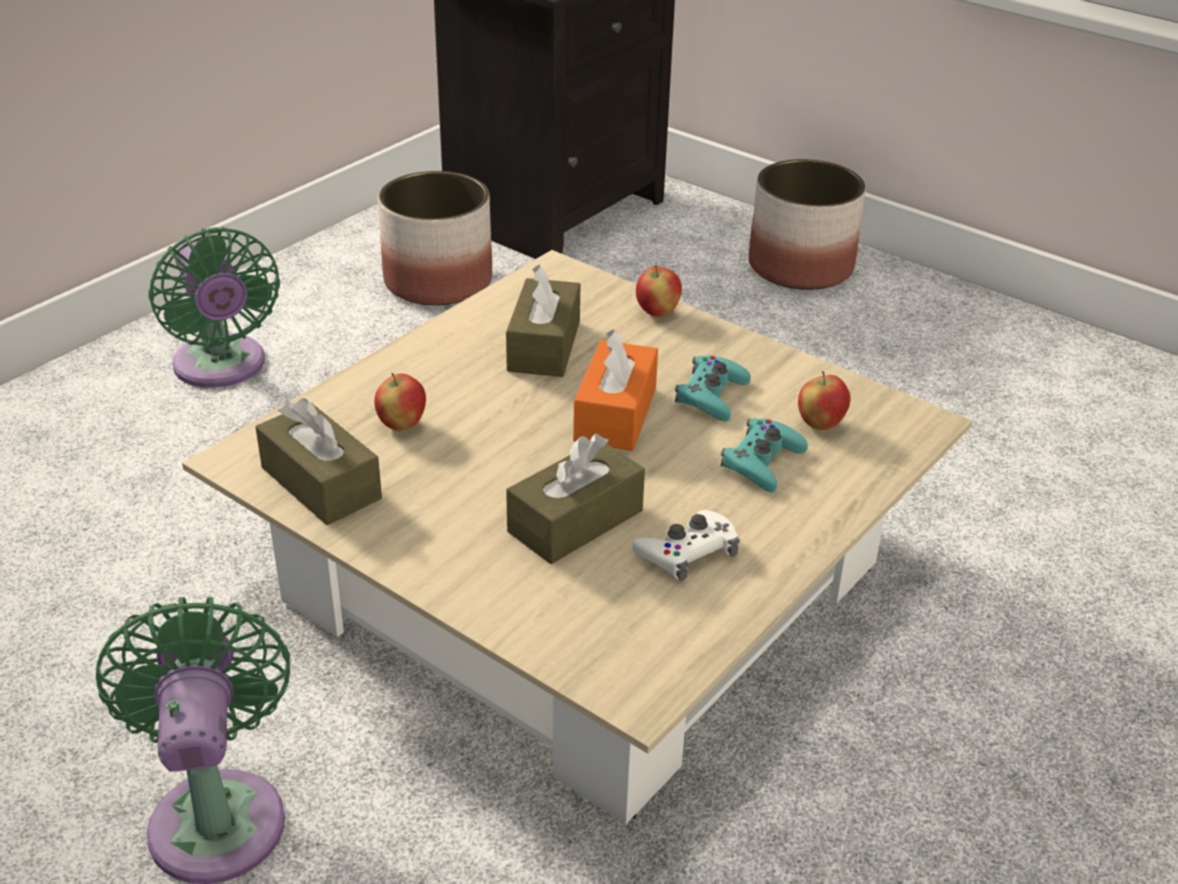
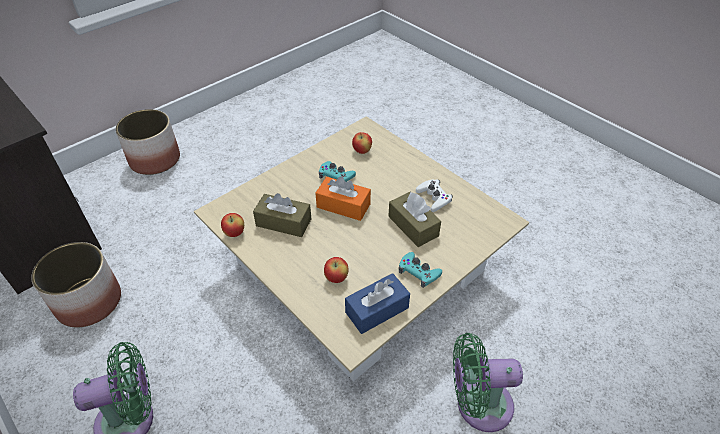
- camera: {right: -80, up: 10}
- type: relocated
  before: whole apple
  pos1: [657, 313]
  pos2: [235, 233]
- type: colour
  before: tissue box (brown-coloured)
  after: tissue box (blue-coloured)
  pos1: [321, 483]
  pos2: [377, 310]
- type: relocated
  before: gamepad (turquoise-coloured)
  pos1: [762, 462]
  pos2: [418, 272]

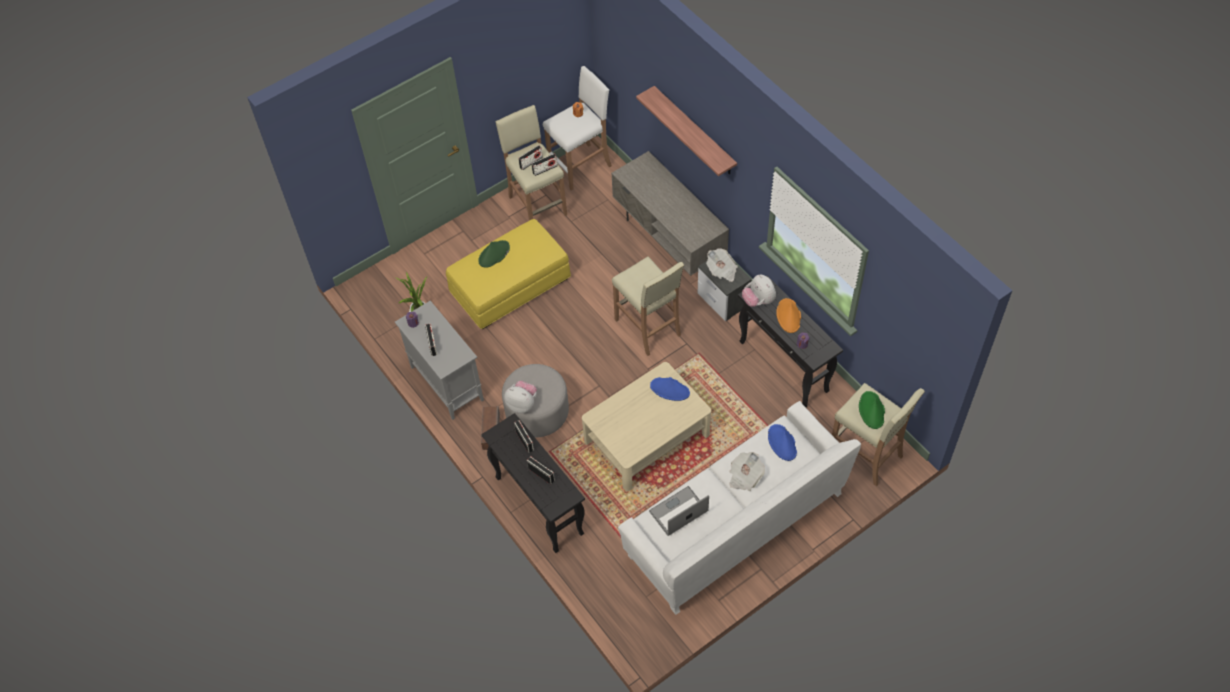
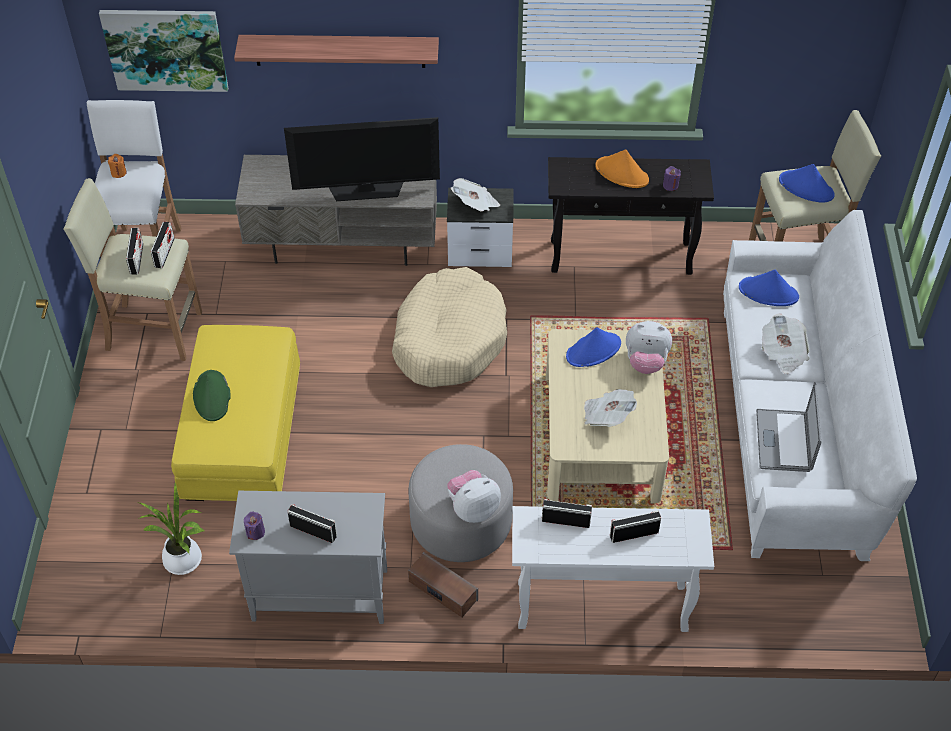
- camera: {right: -55, up: -5}
- type: exchanged
  before: stool (beige-coloured)
  after: pet bed (beige-coloured)
  pos1: [648, 328]
  pos2: [449, 339]
- type: relocated
  before: soft toy
  pos1: [758, 300]
  pos2: [646, 362]
- type: colour
  before: clothing hat (greenish)
  after: clothing hat (blue-coloured)
  pos1: [871, 410]
  pos2: [806, 187]
- type: colour
  before: hall table (blackish)
  after: hall table (white-coloured)
  pos1: [538, 505]
  pos2: [600, 607]
- type: appeared
  after: wall picture
  pos2: [165, 49]
- type: appeared
  after: TV
  pos2: [366, 189]
- type: appeared
  after: daily paper
  pos2: [607, 416]

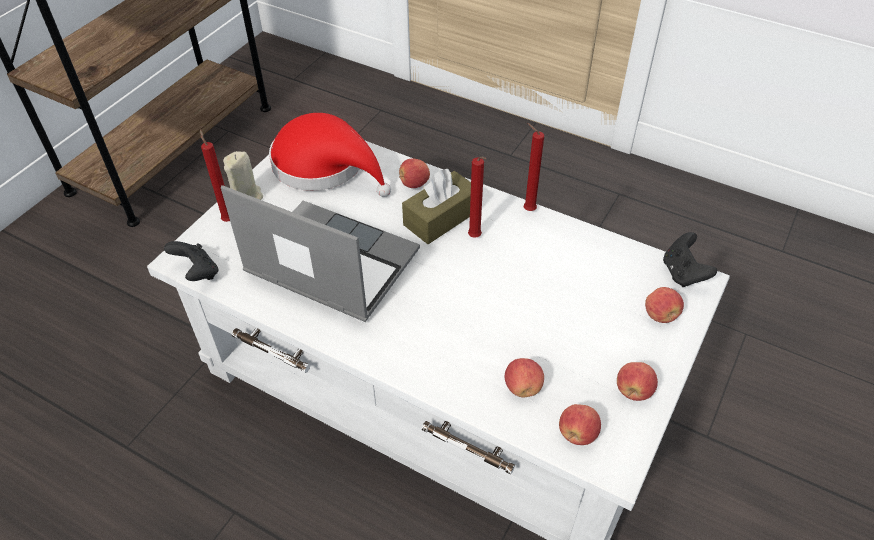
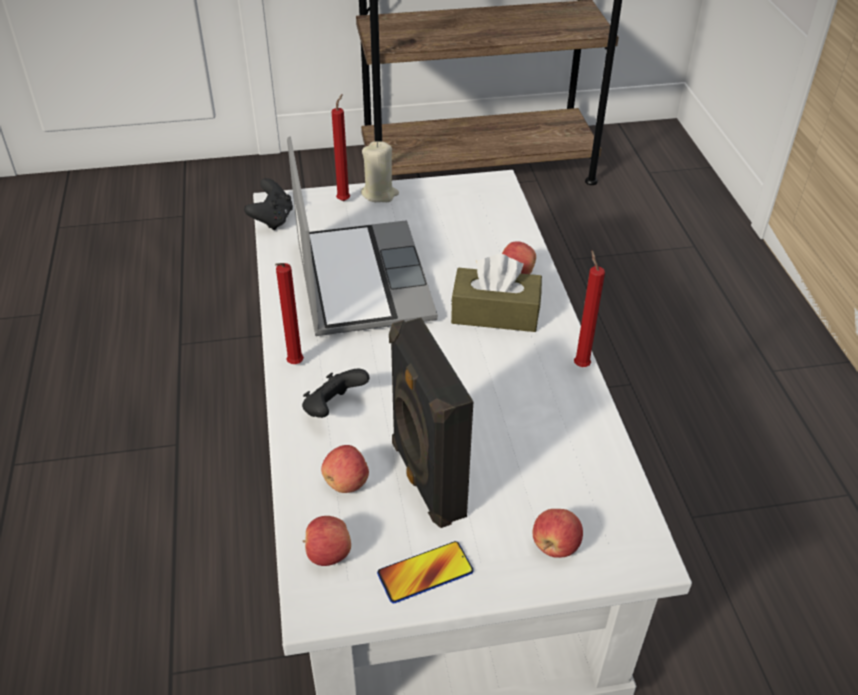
- camera: {right: 50, up: -5}
- type: missing
  before: clothing hat (red-coloured)
  pos1: [325, 166]
- type: relocated
  before: wax light (red-coloured)
  pos1: [475, 238]
  pos2: [294, 365]
- type: relocated
  before: gamepad (blackish)
  pos1: [683, 273]
  pos2: [333, 408]
- type: exchanged
  before: whole apple
  after: handset
  pos1: [633, 391]
  pos2: [425, 573]
- type: appeared
  after: loudspeaker (blackish)
  pos2: [425, 480]

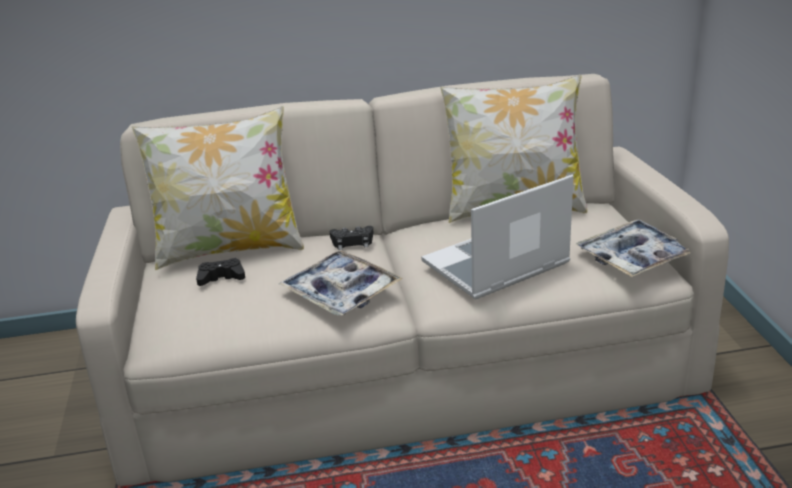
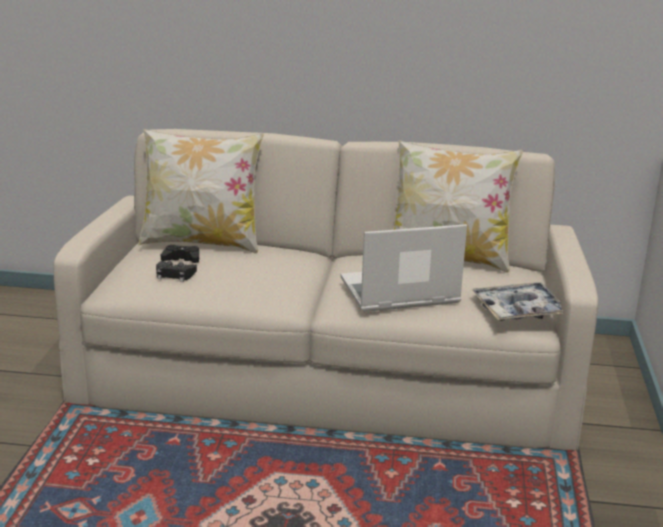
- camera: {right: 15, up: -5}
- type: relocated
  before: gamepad (blackish)
  pos1: [352, 242]
  pos2: [174, 275]
- type: missing
  before: serving tray
  pos1: [341, 292]

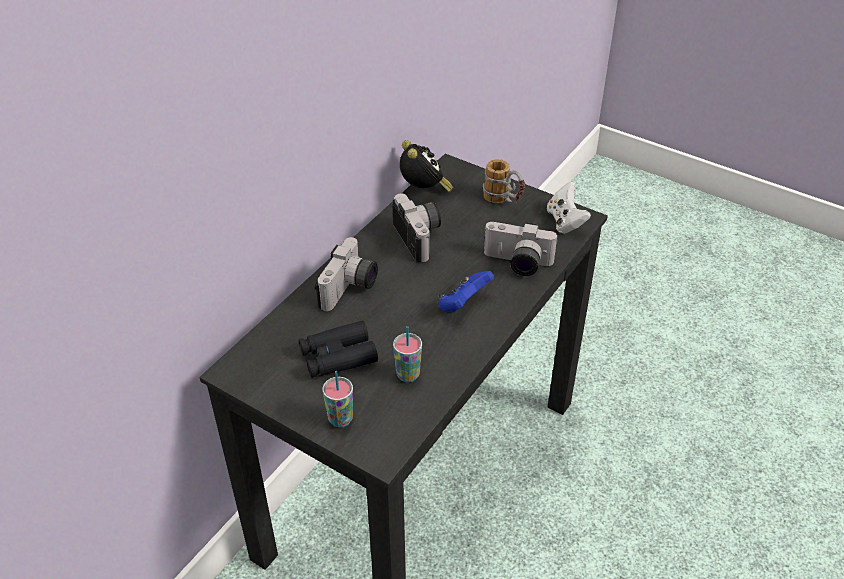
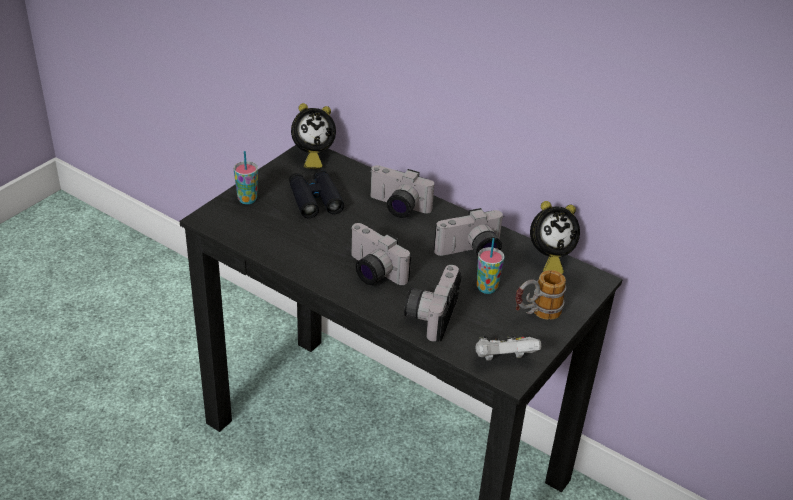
- camera: {right: 90, up: -5}
- type: exchanged
  before: gamepad (blue-coloured)
  after: photo camera
  pos1: [463, 304]
  pos2: [372, 272]
- type: relocated
  before: drinking cup
  pos1: [408, 375]
  pos2: [486, 288]
- type: appeared
  after: alarm clock
  pos2: [312, 156]

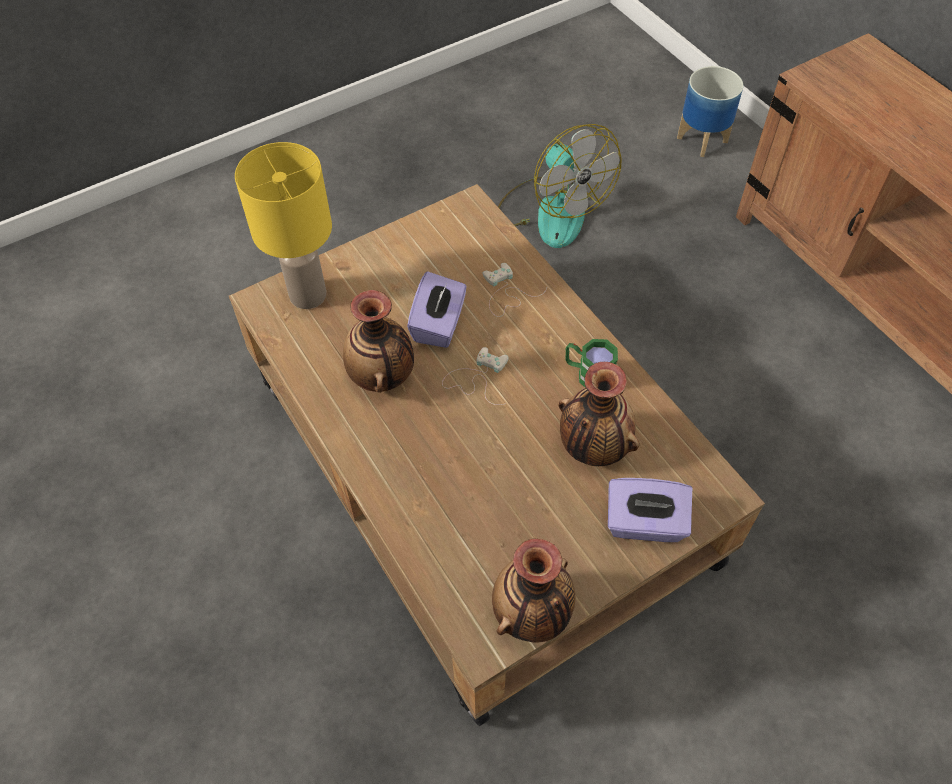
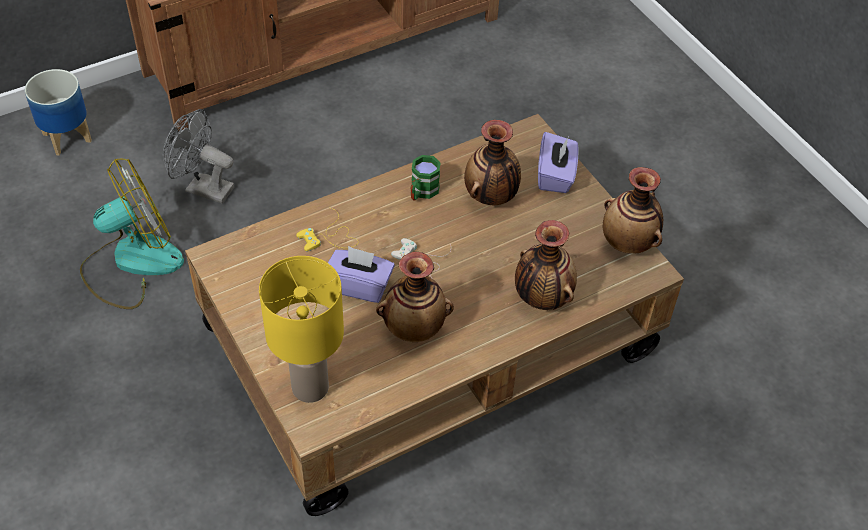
- camera: {right: -90, up: -5}
- type: colour
  before: gamepad (white-coloured)
  after: gamepad (yellow)
  pos1: [506, 293]
  pos2: [329, 237]
- type: appeared
  after: electric fan (grey)
  pos2: [202, 188]
- type: appeared
  after: decorative vase
  pos2: [541, 297]

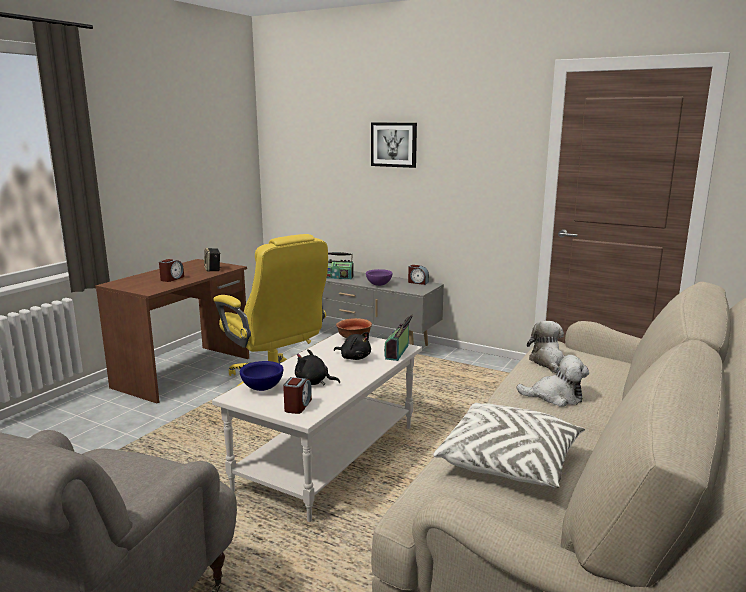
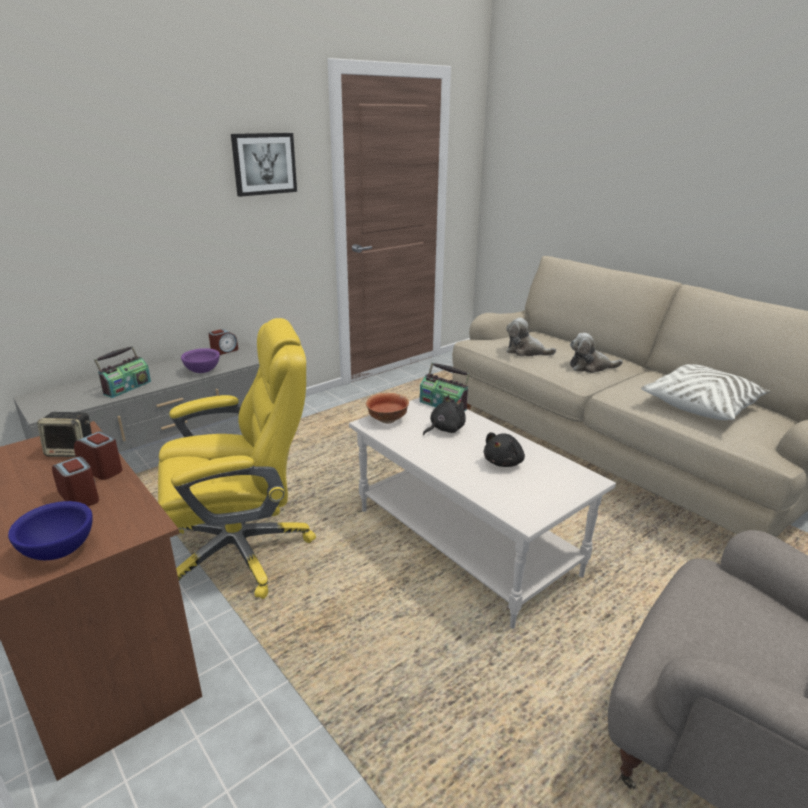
- camera: {right: -70, up: 10}
- type: relocated
  before: wall picture
  pos1: [394, 144]
  pos2: [264, 164]
- type: spun
  before: soft toy
  pos1: [555, 397]
  pos2: [590, 367]
  turn: -120
- type: relocated
  before: bowl (blue-coloured)
  pos1: [263, 388]
  pos2: [60, 550]
- type: relocated
  before: alarm clock
  pos1: [298, 406]
  pos2: [102, 469]

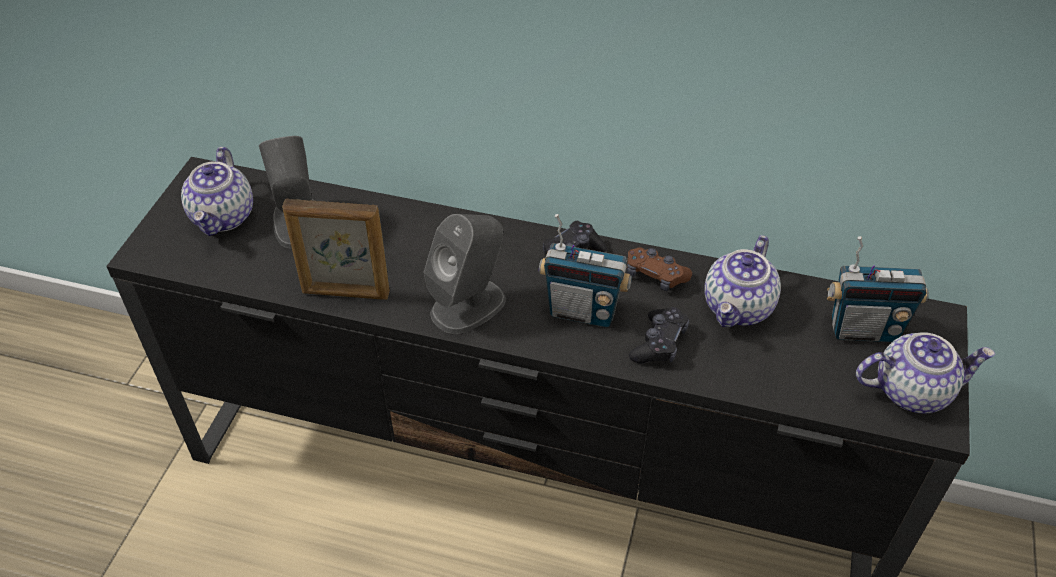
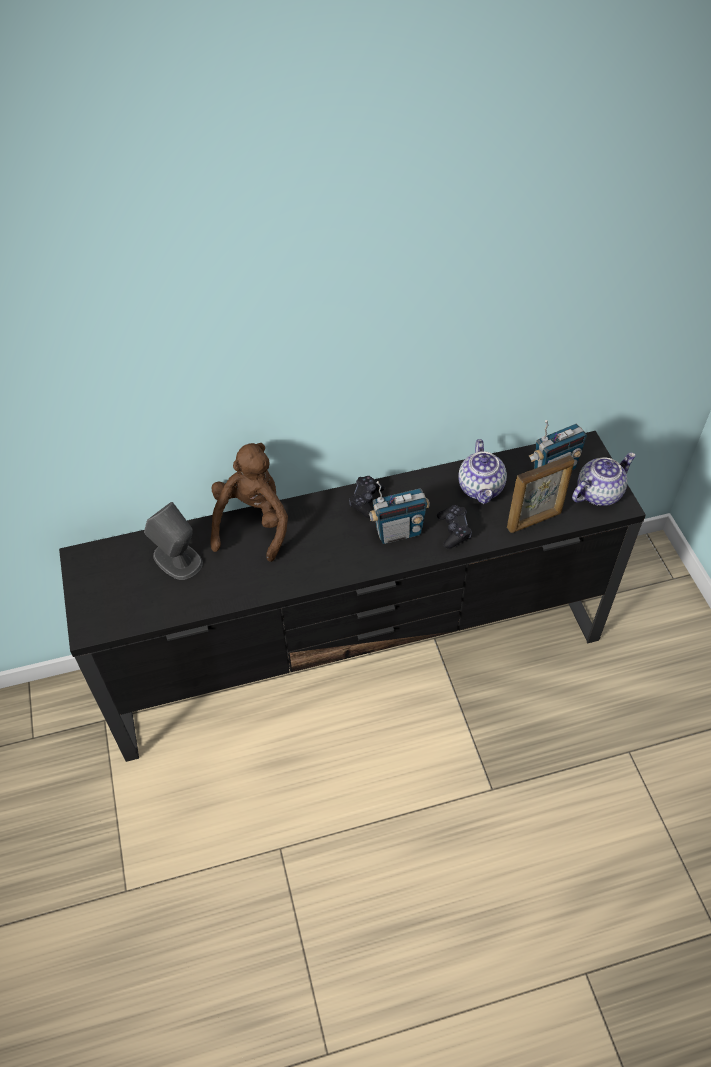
- camera: {right: -30, up: 5}
- type: missing
  before: teapot
  pos1: [224, 217]
- type: relocated
  before: standing frame
  pos1: [345, 293]
  pos2: [534, 521]
- type: missing
  before: loudspeaker (grey)
  pos1: [469, 305]
- type: missing
  before: gamepad (brown-coloured)
  pos1: [655, 275]
- type: appeared
  after: soft toy (brown-coloured)
  pos2: [253, 523]

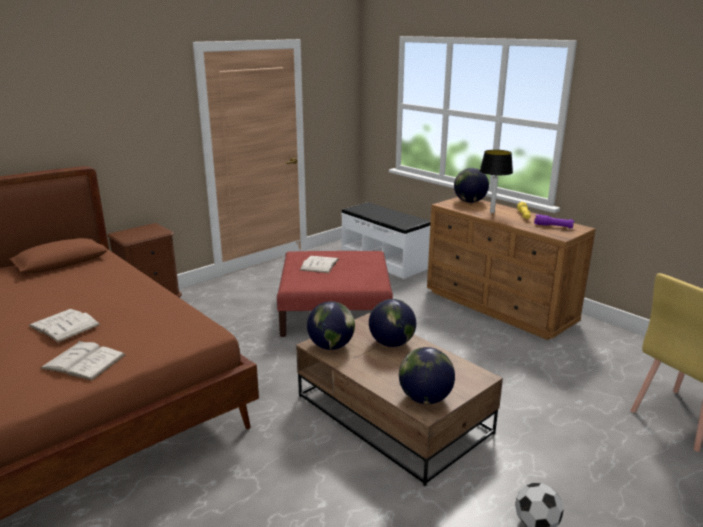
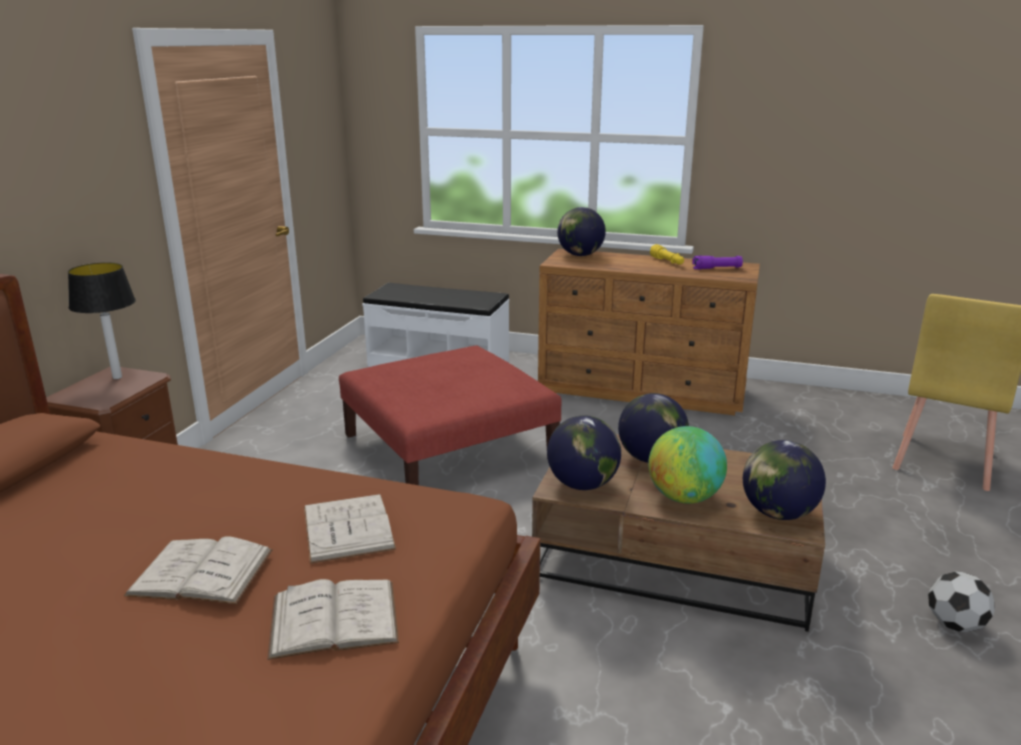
- camera: {right: -30, up: 0}
- type: relocated
  before: table lamp
  pos1: [491, 212]
  pos2: [116, 377]
- type: relocated
  before: volume (white-coloured)
  pos1: [319, 264]
  pos2: [348, 527]
- type: appeared
  after: desk globe
  pos2: [684, 498]

